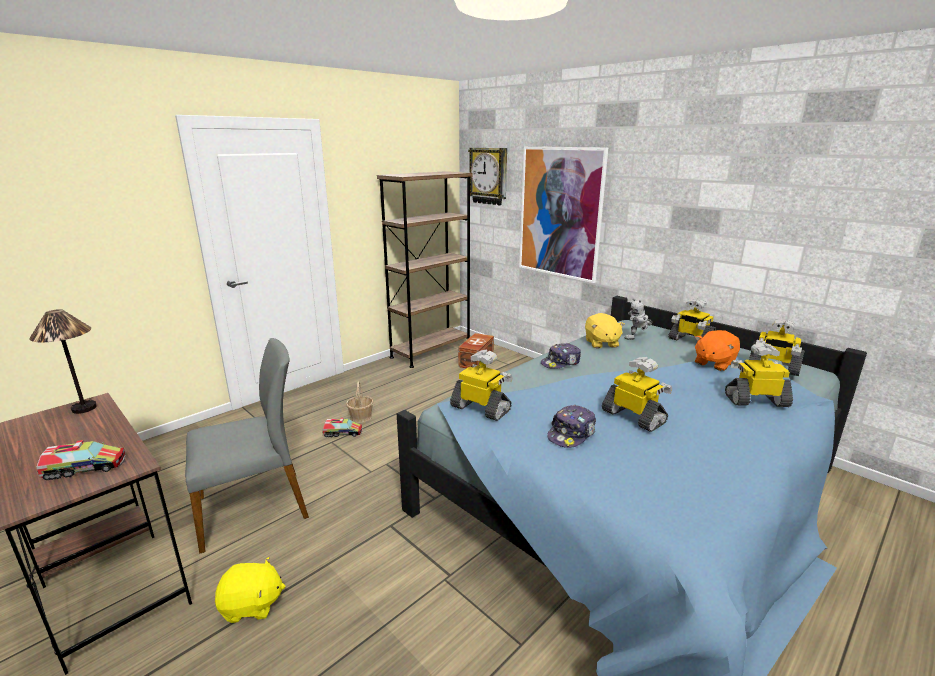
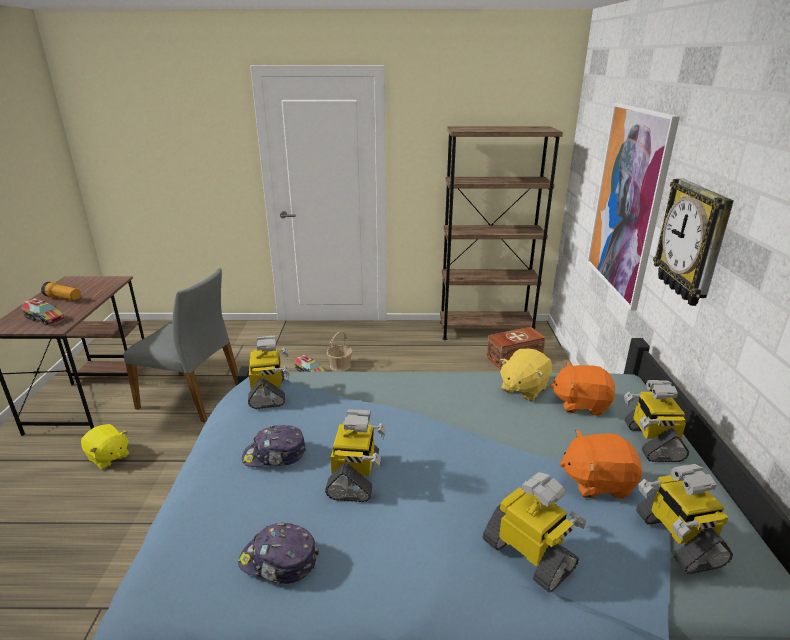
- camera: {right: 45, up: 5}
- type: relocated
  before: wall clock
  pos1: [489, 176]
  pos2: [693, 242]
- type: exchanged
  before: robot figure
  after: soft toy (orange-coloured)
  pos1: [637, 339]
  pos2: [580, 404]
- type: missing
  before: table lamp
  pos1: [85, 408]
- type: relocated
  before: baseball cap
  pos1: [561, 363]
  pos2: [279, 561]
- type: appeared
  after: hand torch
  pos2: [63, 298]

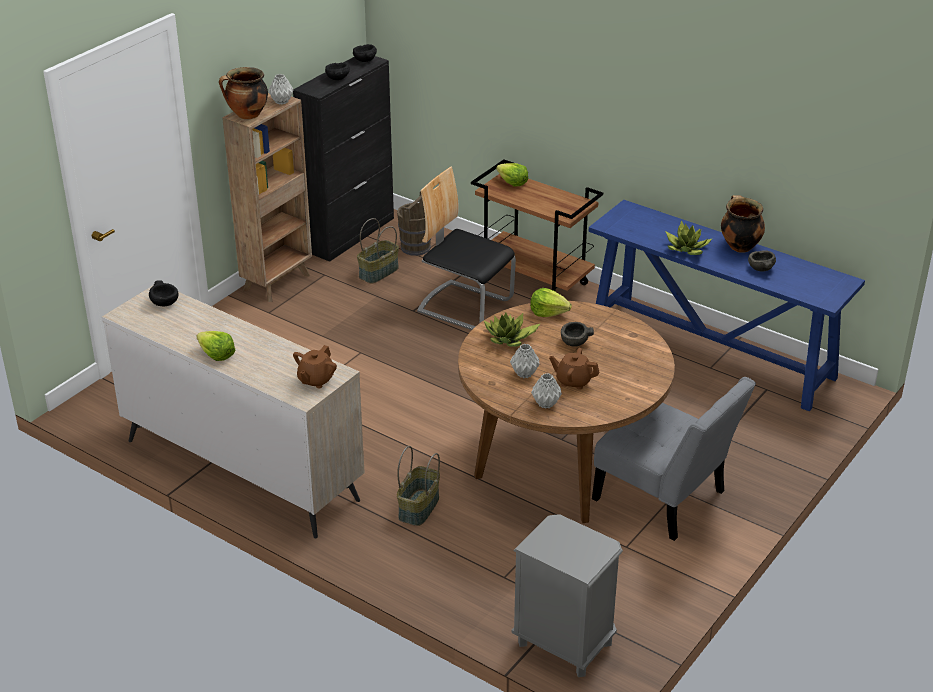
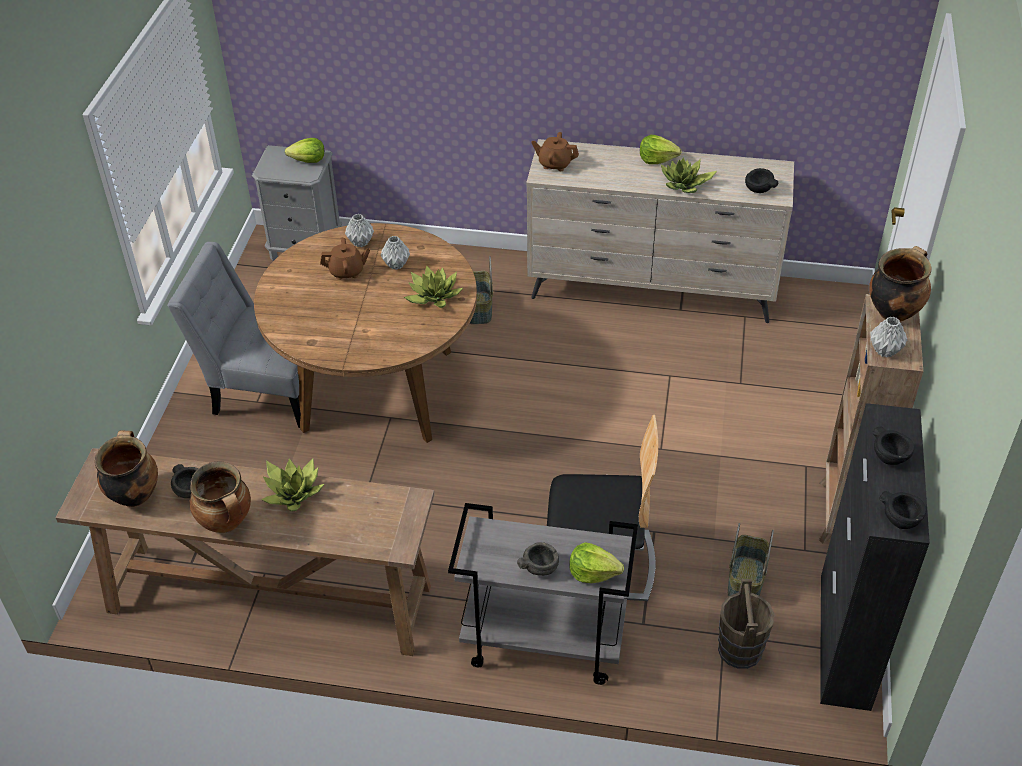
- camera: {right: 155, up: 10}
- type: colour
  before: trolley (brown-coloured)
  after: trolley (grey)
  pos1: [534, 282]
  pos2: [542, 642]
- type: colour
  before: hall table (blue-coloured)
  after: hall table (brown-coloured)
  pos1: [712, 352]
  pos2: [267, 599]
- type: relocated
  before: lettuce
  pos1: [548, 312]
  pos2: [308, 160]
- type: relocated
  before: bowl (grey)
  pos1: [574, 342]
  pos2: [540, 567]
- type: spun
  before: teapot (brown-coloured)
  pos1: [316, 380]
  pos2: [555, 164]
  turn: -75
- type: appeared
  after: houseplant
  pos2: [684, 184]
- type: appeared
  after: stockpot
  pos2: [134, 494]

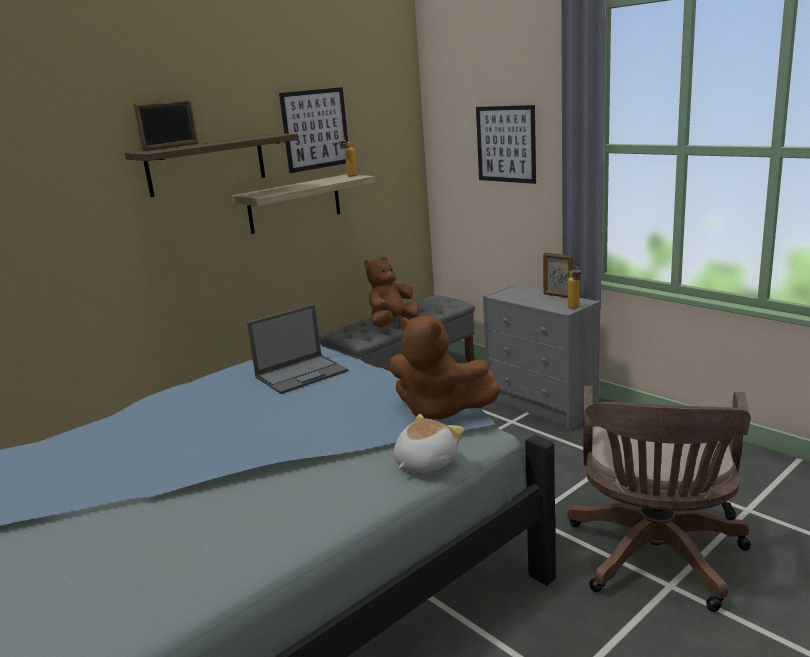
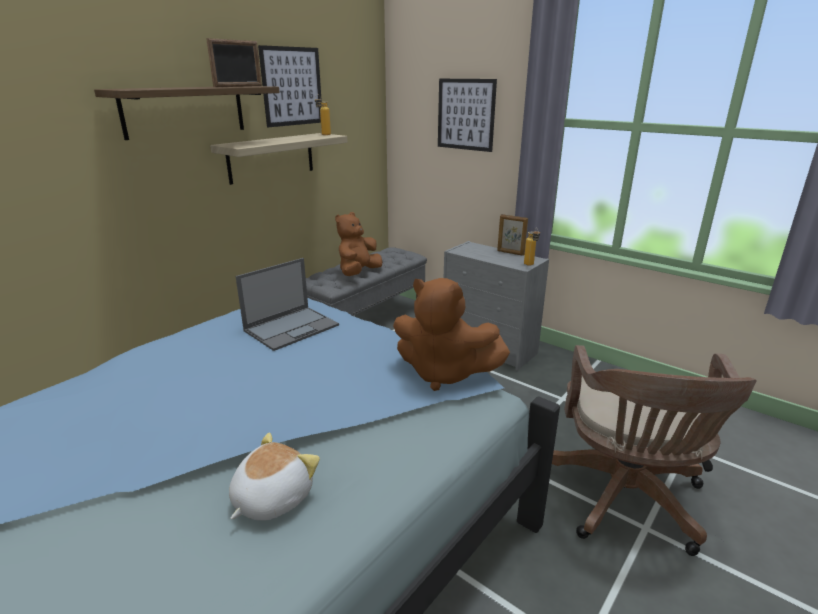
- camera: {right: -10, up: 5}
- type: relocated
  before: standing frame
  pos1: [171, 147]
  pos2: [238, 86]
- type: relocated
  before: soft toy
  pos1: [424, 463]
  pos2: [271, 498]

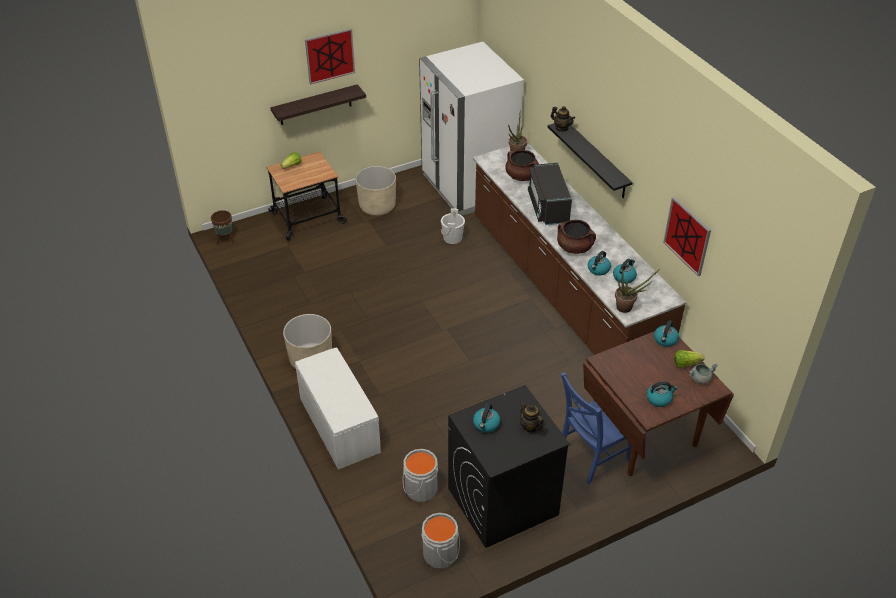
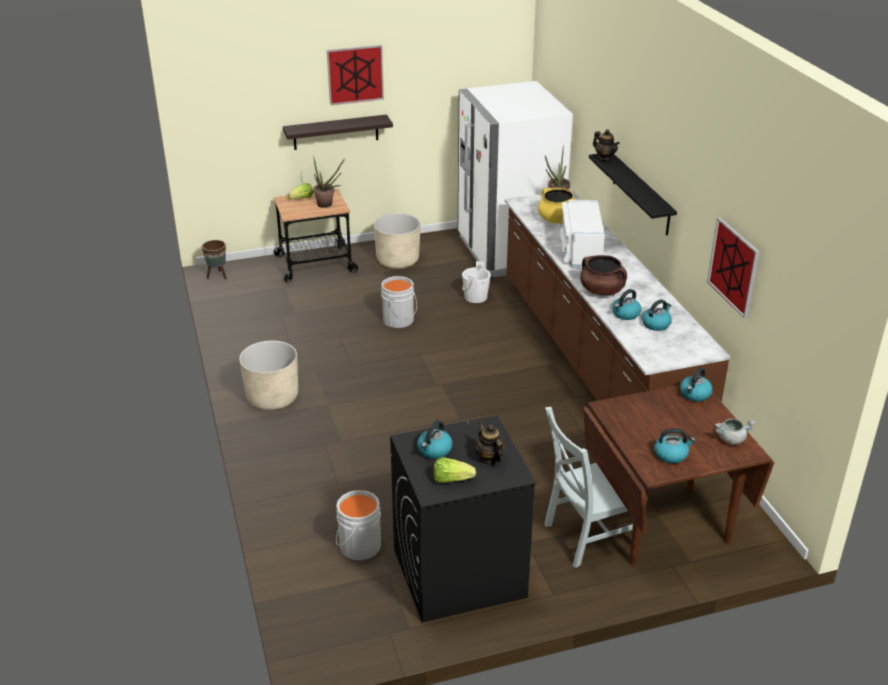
- camera: {right: 10, up: -10}
- type: colour
  before: stockpot (brown-coloured)
  after: stockpot (yellow)
  pos1: [522, 176]
  pos2: [557, 220]
- type: colour
  before: kitchen microwave (blackish)
  after: kitchen microwave (white-coloured)
  pos1: [548, 206]
  pos2: [580, 250]
- type: relocated
  before: houseplant
  pos1: [627, 308]
  pos2: [328, 205]
- type: missing
  before: indoor bench (white-coloured)
  pos1: [338, 425]
- type: relocated
  before: lettuce
  pos1: [686, 364]
  pos2: [451, 479]
- type: colour
  before: upright chair (blue-coloured)
  after: upright chair (grey)
  pos1: [591, 456]
  pos2: [586, 537]
- type: relocated
  before: water bucket (grey)
  pos1: [442, 554]
  pos2: [400, 320]

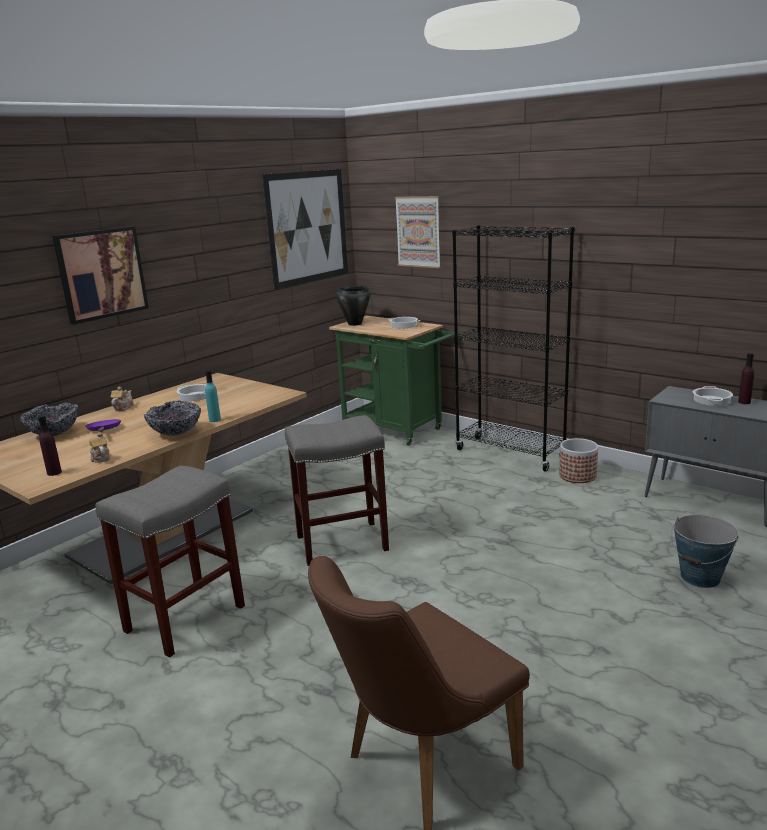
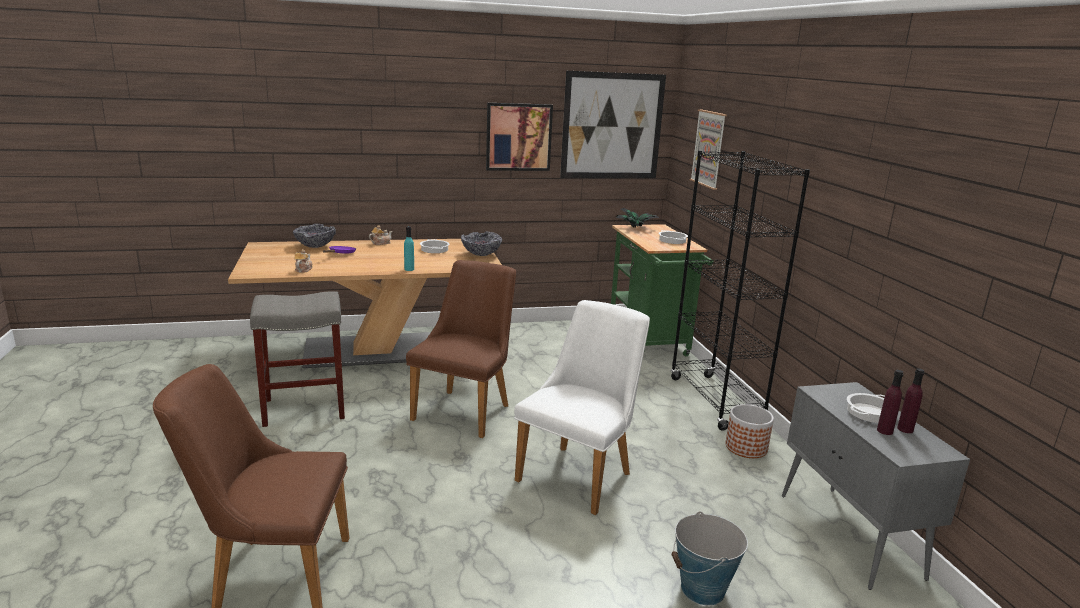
- camera: {right: 35, up: 0}
- type: relocated
  before: wall picture
  pos1: [101, 274]
  pos2: [518, 137]
- type: exchanged
  before: stockpot (blackish)
  after: houseplant
  pos1: [354, 324]
  pos2: [636, 228]
- type: relocated
  before: bowl
  pos1: [176, 433]
  pos2: [481, 255]
- type: relocated
  before: drink bottle (purple)
  pos1: [54, 472]
  pos2: [884, 431]
- type: exchanged
  before: stool (grey)
  after: upright chair (brown-coloured)
  pos1: [343, 542]
  pos2: [467, 408]
- type: appeared
  after: upright chair (white-coloured)
  pos2: [581, 472]

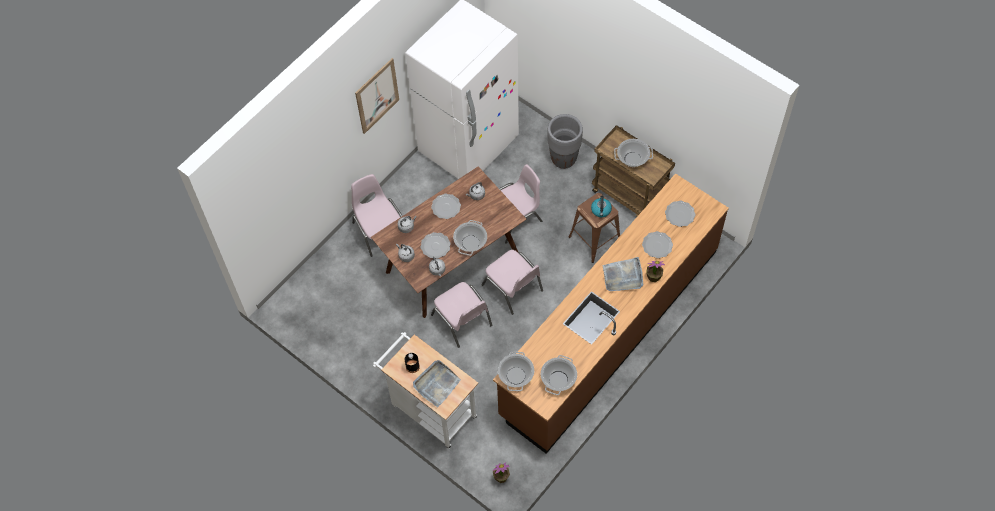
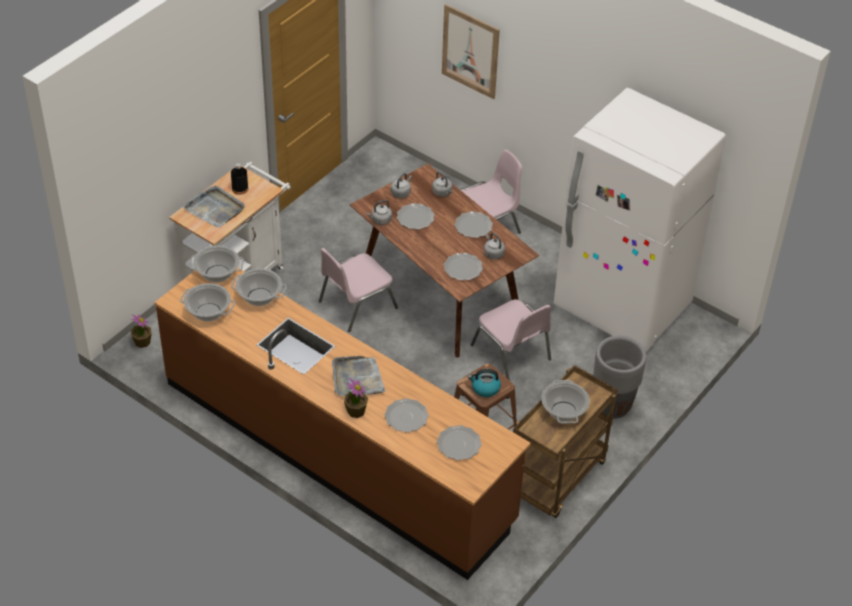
- camera: {right: 85, up: -15}
- type: relocated
  before: wall picture
  pos1: [377, 96]
  pos2: [470, 51]
- type: relocated
  before: stockpot
  pos1: [470, 243]
  pos2: [259, 297]
- type: missing
  before: upright chair (pink-coloured)
  pos1: [513, 288]
- type: appeared
  after: flat dish
  pos2: [463, 268]

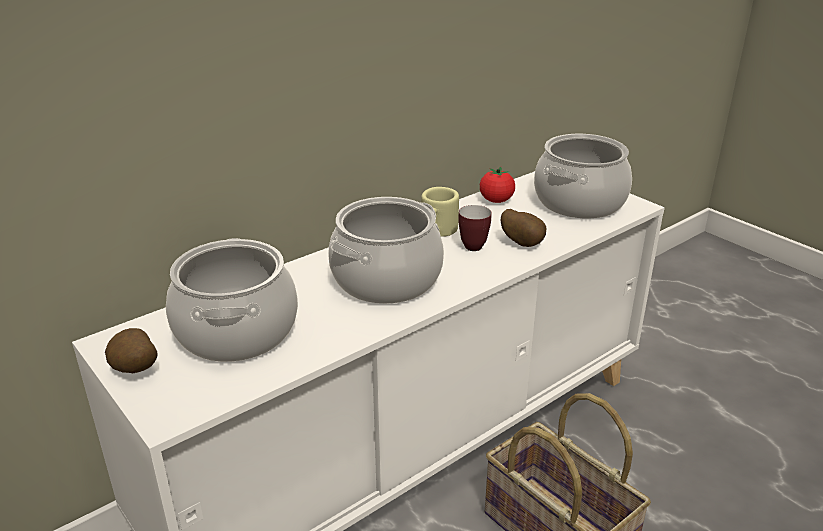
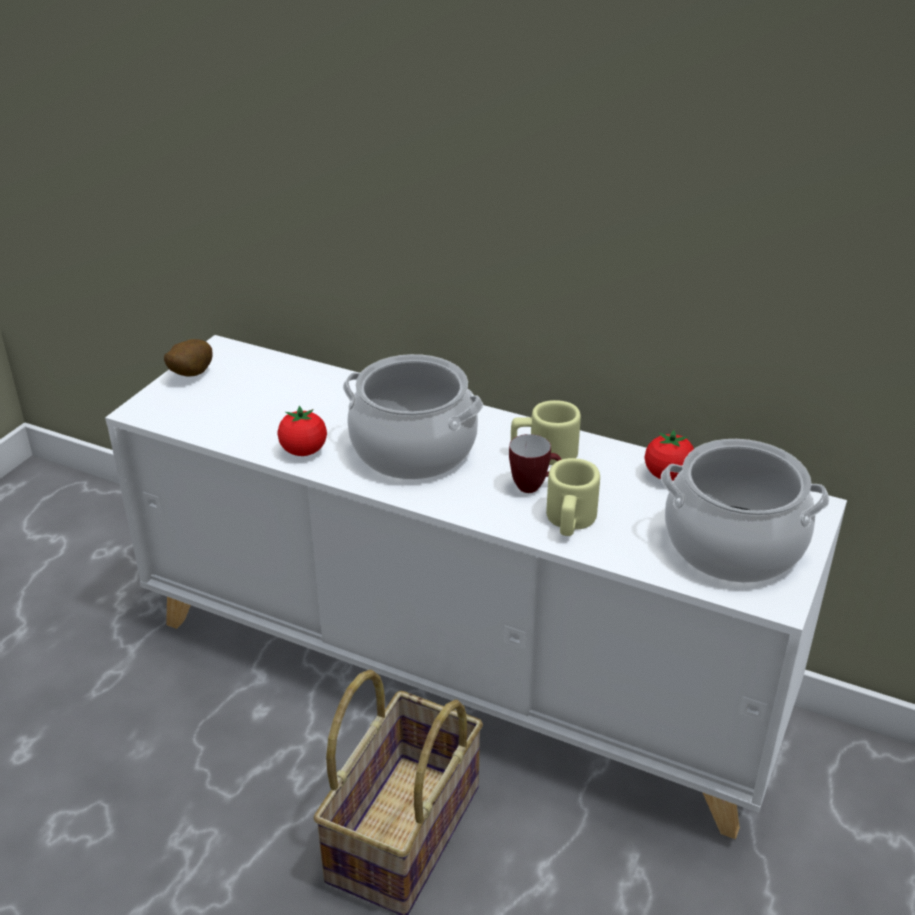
- camera: {right: 65, up: 5}
- type: exchanged
  before: potato
  after: mug (beige-coloured)
  pos1: [523, 243]
  pos2: [570, 521]
- type: missing
  before: stockpot
  pos1: [237, 331]
- type: appeared
  after: tomato
  pos2: [304, 451]

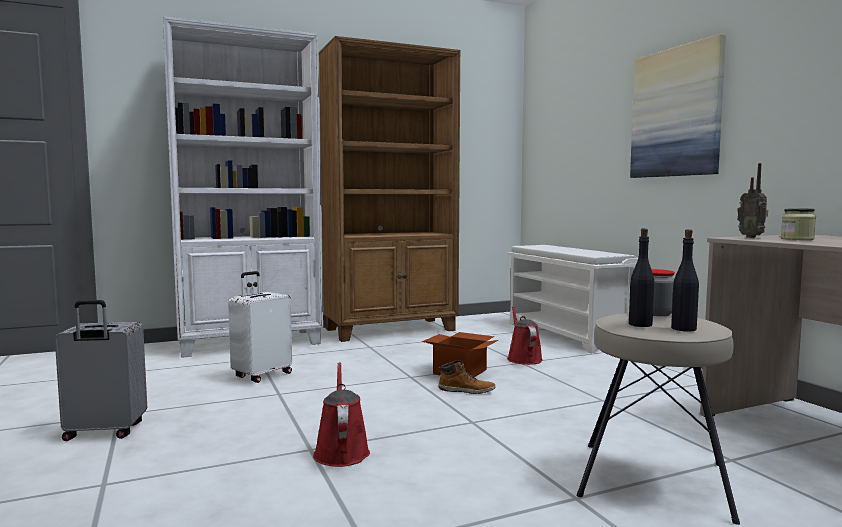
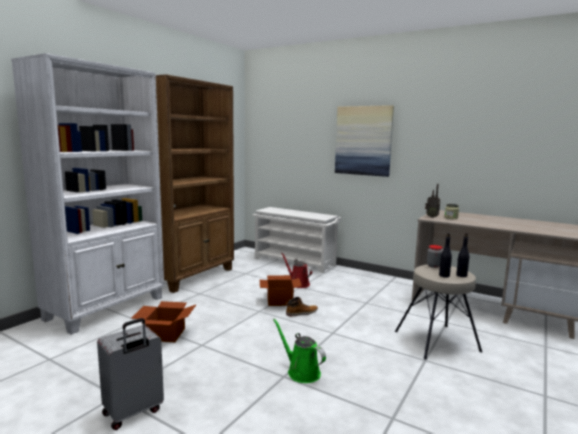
- camera: {right: -35, up: 5}
- type: exchanged
  before: travel case (white-coloured)
  after: packing box
  pos1: [262, 375]
  pos2: [165, 334]
- type: colour
  before: watering can (red-coloured)
  after: watering can (greenish)
  pos1: [341, 451]
  pos2: [301, 372]

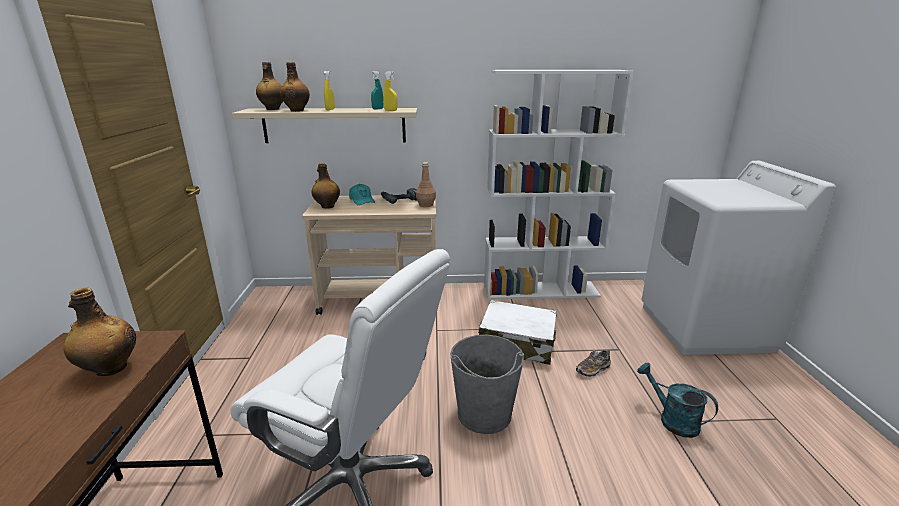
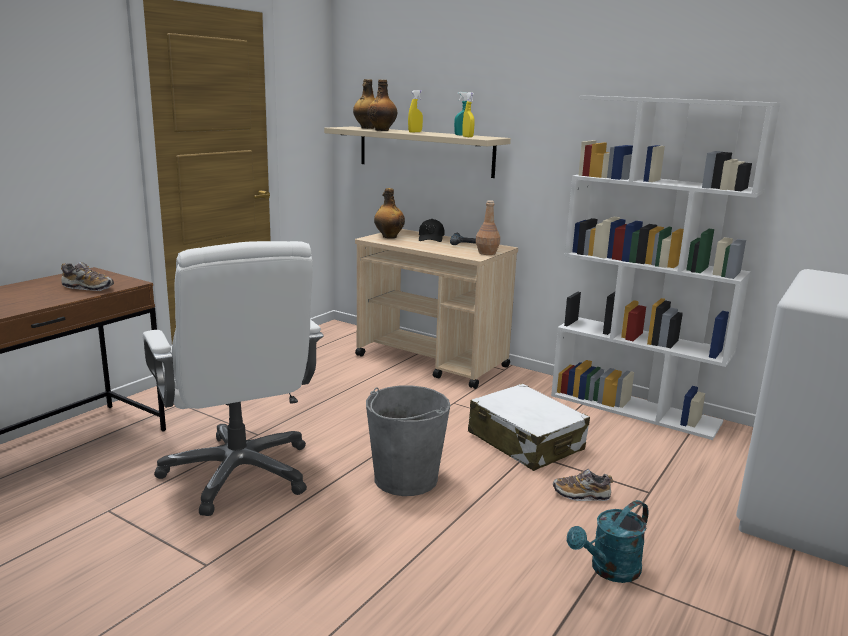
- camera: {right: 35, up: -5}
- type: colour
  before: baseball cap (turquoise-coloured)
  after: baseball cap (blackish)
  pos1: [362, 200]
  pos2: [431, 238]
- type: exchanged
  before: drink bottle
  after: low shoe
  pos1: [110, 369]
  pos2: [88, 288]
- type: spun
  before: watering can (turquoise-coloured)
  pos1: [672, 420]
  pos2: [609, 570]
  turn: -120

